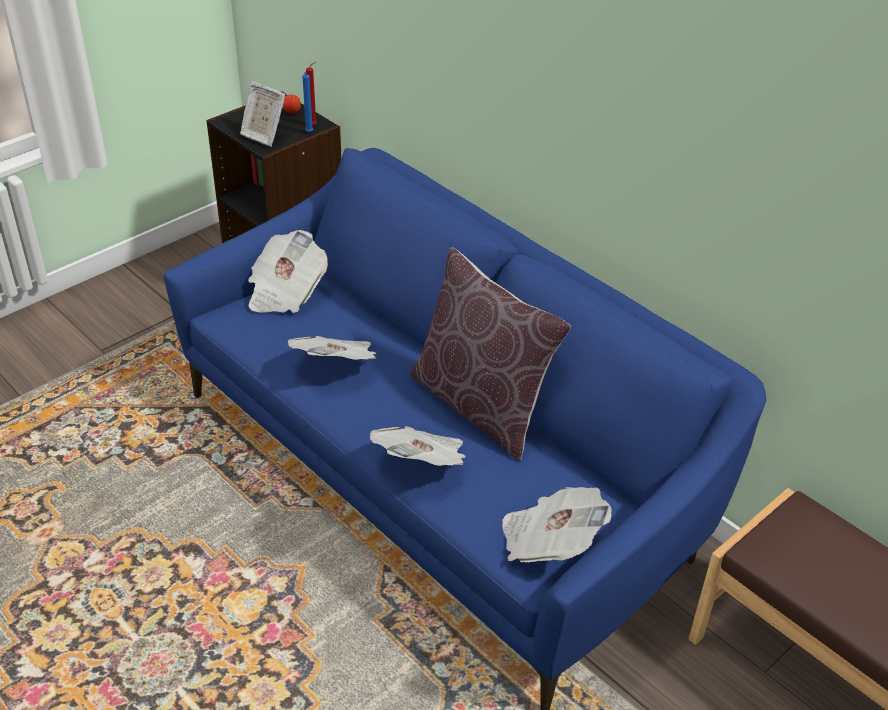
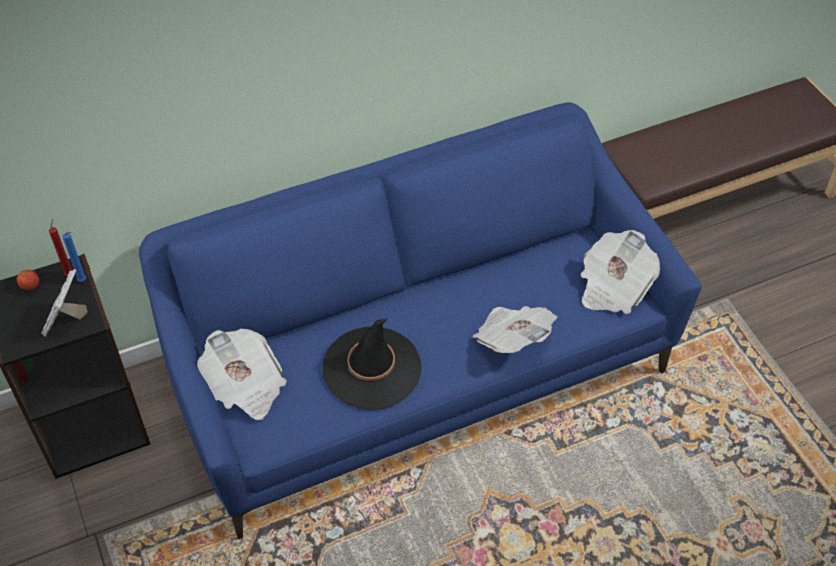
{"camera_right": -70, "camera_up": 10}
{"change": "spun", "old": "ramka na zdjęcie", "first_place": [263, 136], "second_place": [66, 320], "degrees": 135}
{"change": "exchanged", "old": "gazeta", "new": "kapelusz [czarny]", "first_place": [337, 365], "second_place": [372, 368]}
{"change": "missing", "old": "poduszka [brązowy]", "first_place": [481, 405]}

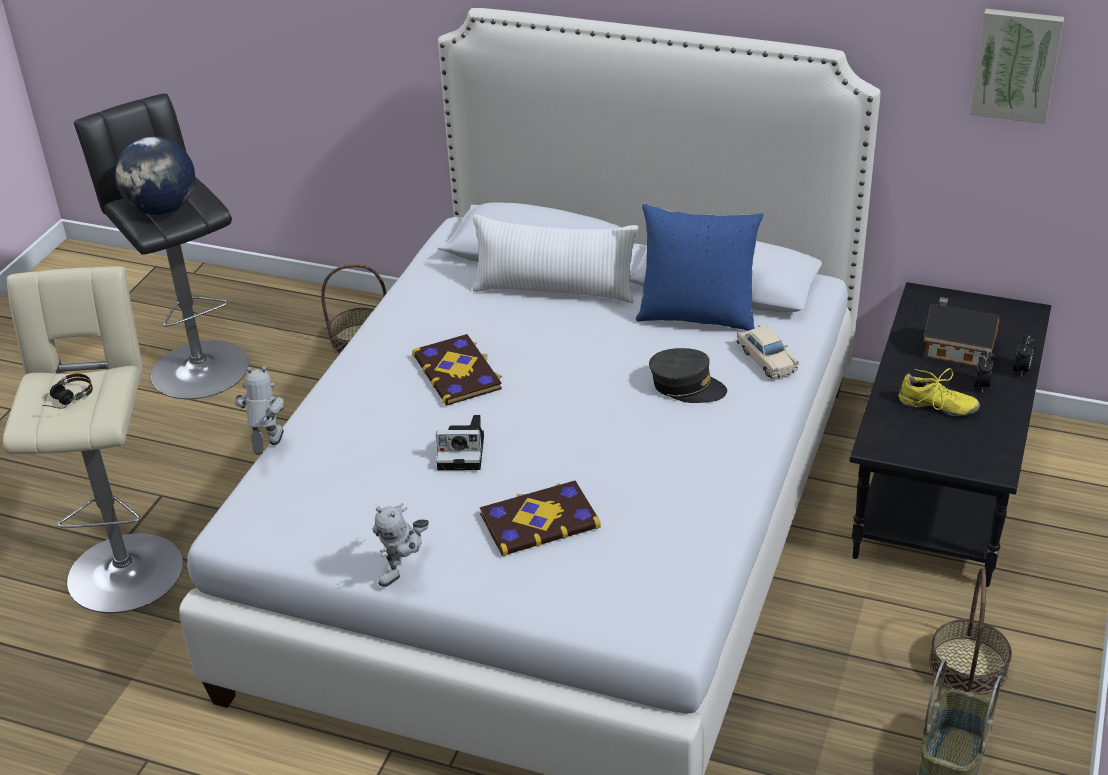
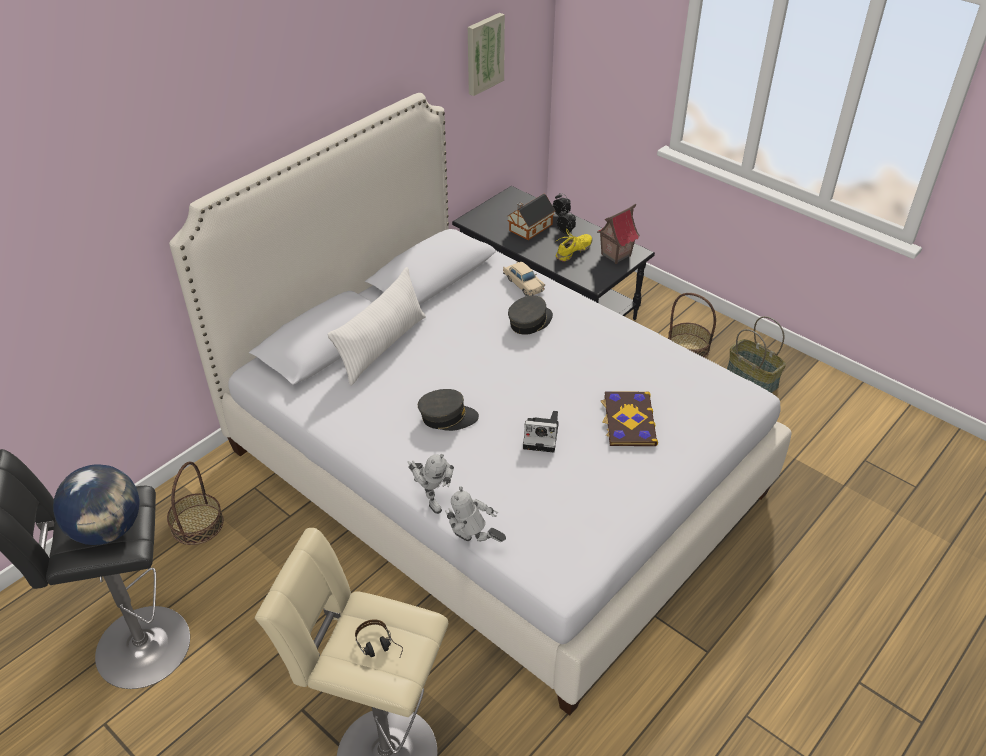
{"camera_right": -70, "camera_up": 5}
{"change": "relocated", "old": "robot zabawkowy", "first_place": [406, 571], "second_place": [431, 498]}
{"change": "exchanged", "old": "książka", "new": "czapka z daszkiem [szary]", "first_place": [458, 372], "second_place": [447, 417]}
{"change": "spun", "old": "aparat fotograficzny", "first_place": [463, 452], "second_place": [542, 436], "degrees": 75}
{"change": "missing", "old": "poduszka [niebieski]", "first_place": [697, 315]}
{"change": "spun", "old": "samochodzik [beżowy]", "first_place": [766, 359], "second_place": [523, 283], "degrees": 60}
{"change": "appeared", "new": "domek", "second_place": [615, 255]}

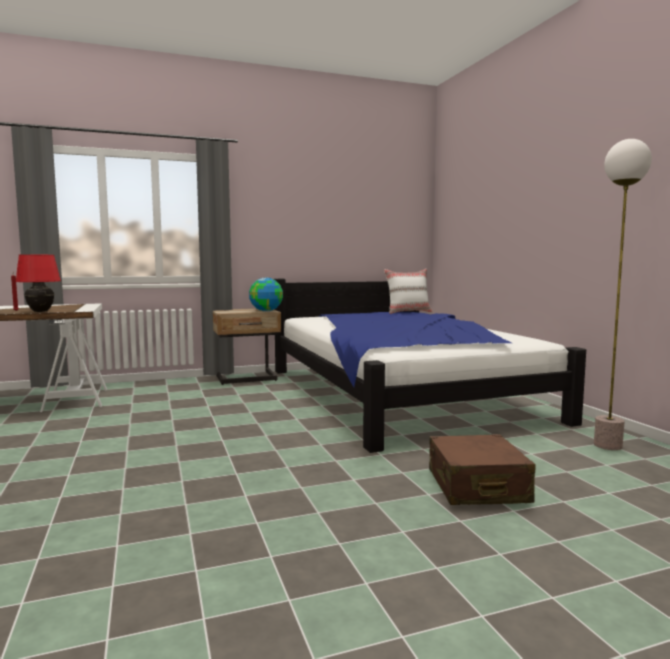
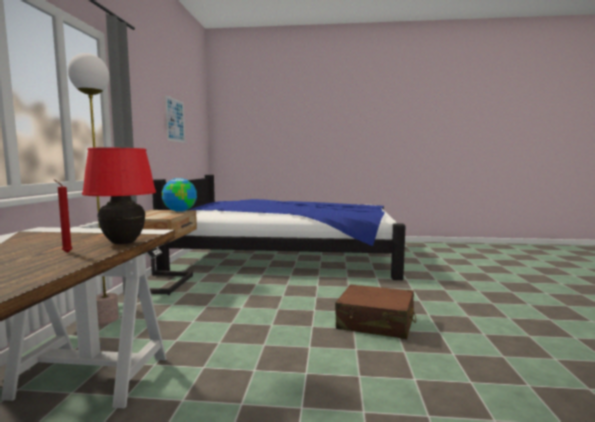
{"camera_right": -65, "camera_up": 0}
{"change": "missing", "old": "poduszka [biały]", "first_place": [408, 312]}
{"change": "relocated", "old": "walizka [brązowy]", "first_place": [477, 486], "second_place": [375, 323]}
{"change": "relocated", "old": "lampa stojąca", "first_place": [608, 445], "second_place": [106, 319]}
{"change": "appeared", "new": "obraz", "second_place": [175, 120]}

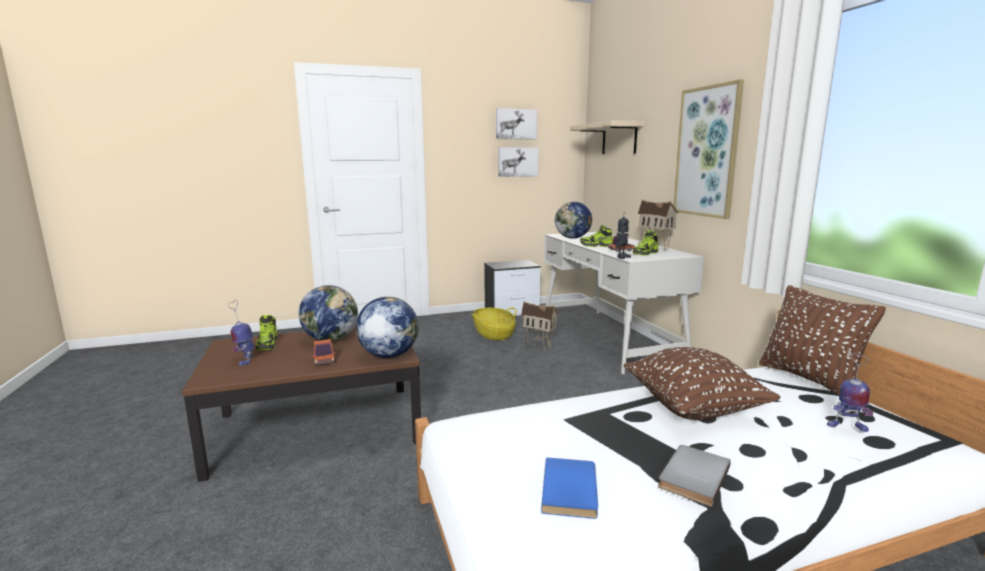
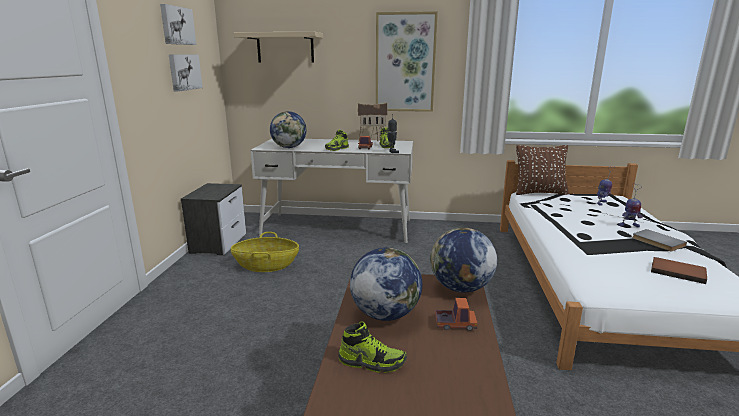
{"camera_right": -65, "camera_up": 5}
{"change": "relocated", "old": "robot zabawkowy", "first_place": [245, 360], "second_place": [628, 225]}
{"change": "missing", "old": "domek", "first_place": [539, 345]}
{"change": "colour", "old": "książka [niebieski]", "new": "książka [brązowy]", "first_place": [572, 490], "second_place": [677, 271]}
{"change": "missing", "old": "poduszka [brązowy]", "first_place": [693, 408]}

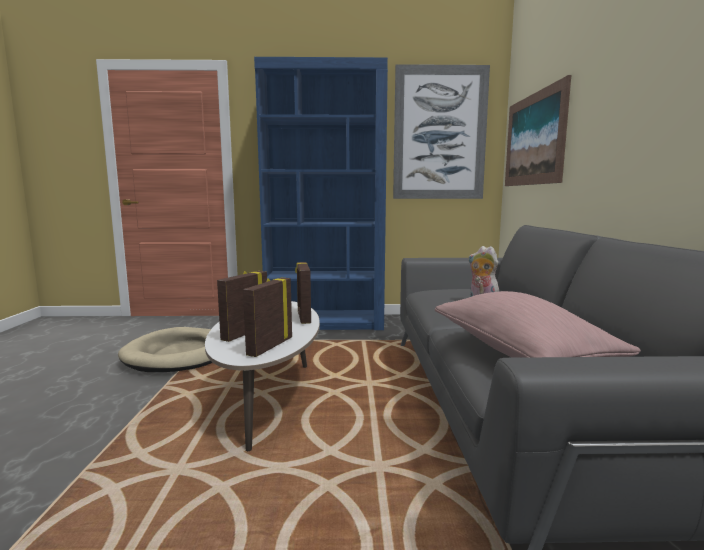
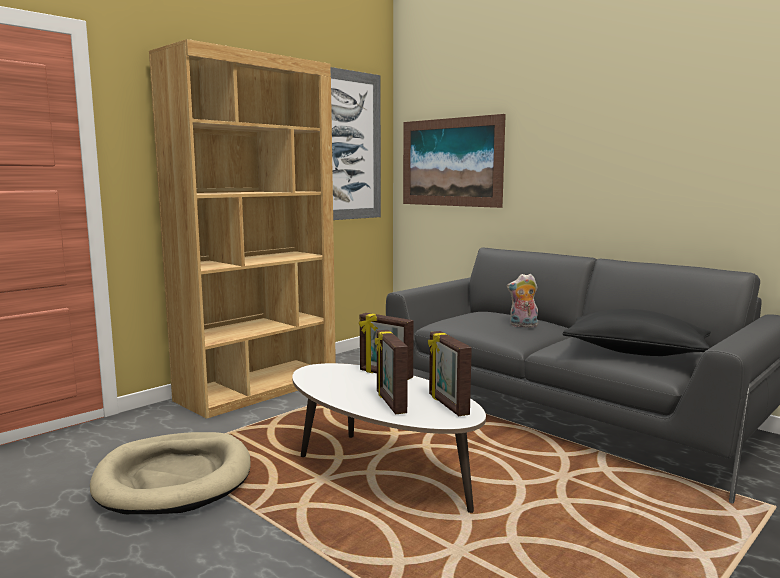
{"camera_right": -45, "camera_up": 0}
{"change": "colour", "old": "regał [niebieski]", "new": "regał [brązowy]", "first_place": [326, 322], "second_place": [258, 389]}
{"change": "colour", "old": "poduszka [różowy]", "new": "poduszka [czarny]", "first_place": [519, 353], "second_place": [635, 352]}

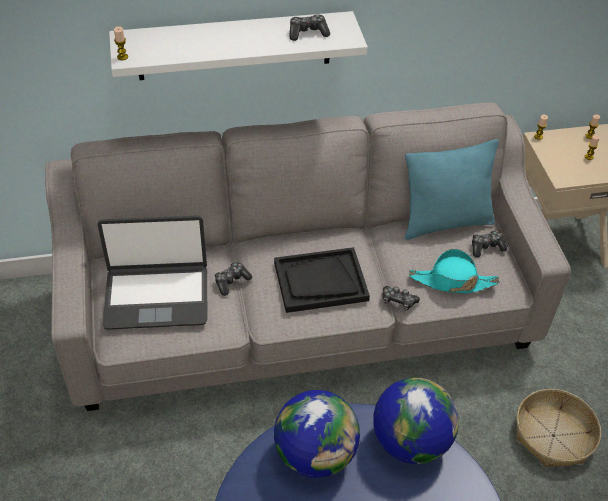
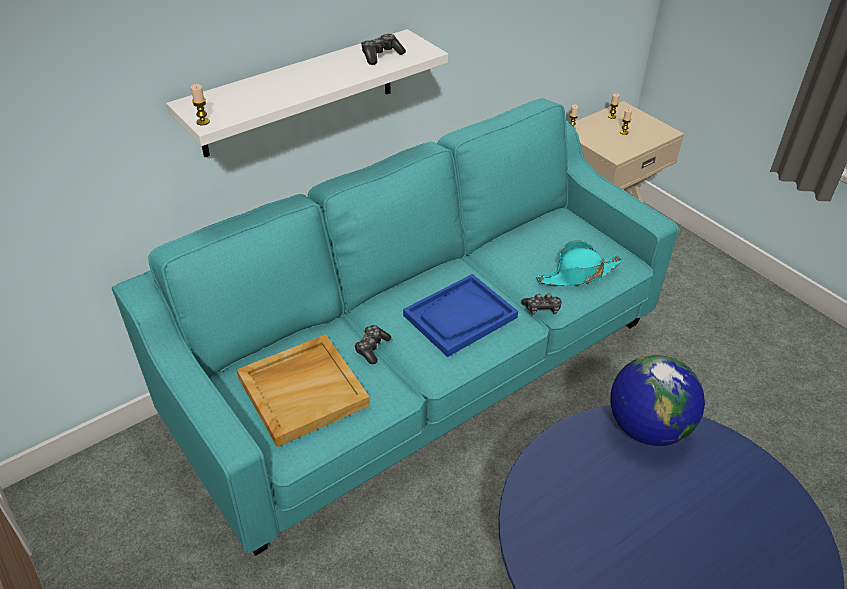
{"camera_right": -25, "camera_up": -5}
{"change": "colour", "old": "kanapa [szary]", "new": "kanapa [turkusowy]", "first_place": [302, 317], "second_place": [423, 373]}
{"change": "exchanged", "old": "laptop", "new": "taca [beżowy]", "first_place": [157, 296], "second_place": [303, 391]}
{"change": "colour", "old": "taca [czarny]", "new": "taca [niebieski]", "first_place": [320, 282], "second_place": [460, 317]}
{"change": "missing", "old": "globus", "first_place": [315, 454]}
{"change": "missing", "old": "poduszka [turkusowy]", "first_place": [445, 222]}
{"change": "missing", "old": "pad do gier", "first_place": [486, 247]}
{"change": "missing", "old": "koszyk", "first_place": [553, 435]}

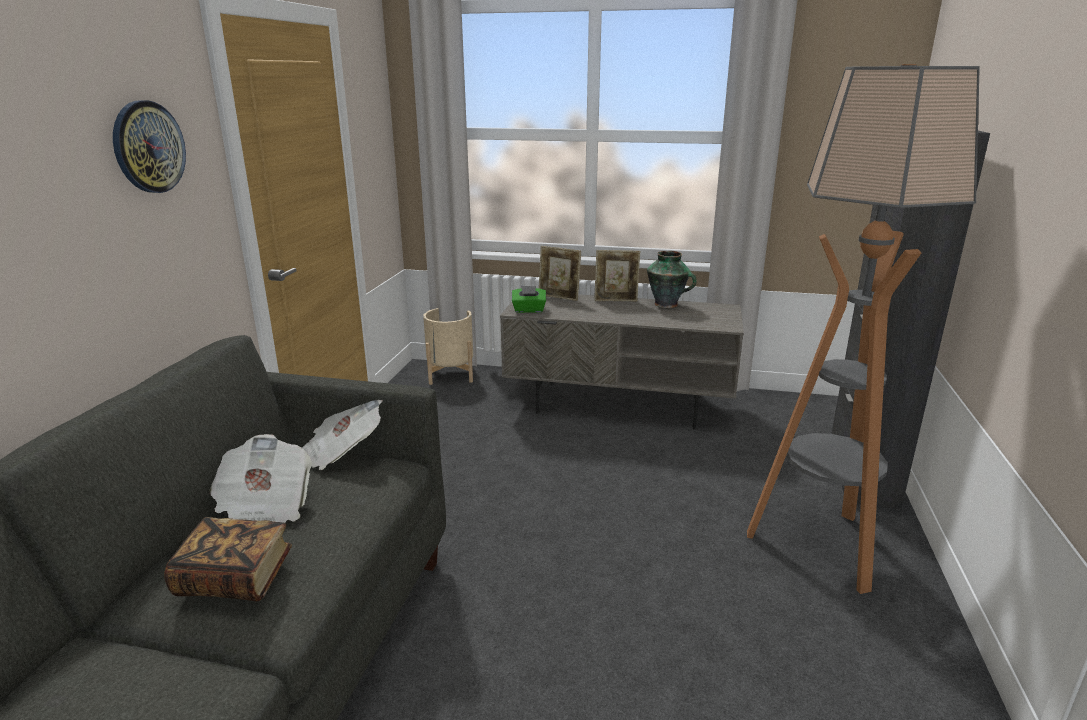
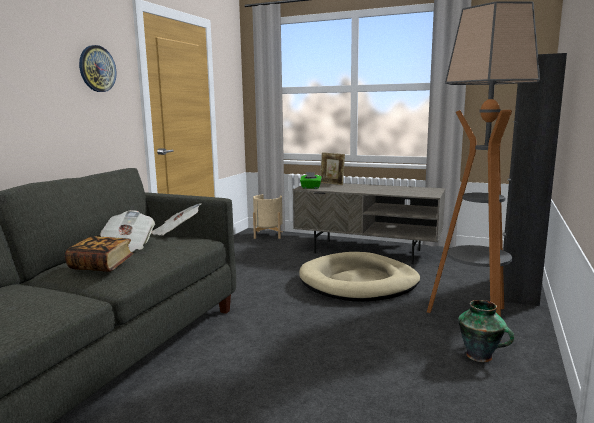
{"camera_right": 10, "camera_up": -10}
{"change": "missing", "old": "ramka na zdjęcie", "first_place": [616, 300]}
{"change": "relocated", "old": "wazon", "first_place": [667, 305], "second_place": [480, 356]}
{"change": "appeared", "new": "legowisko [beżowy]", "second_place": [359, 282]}

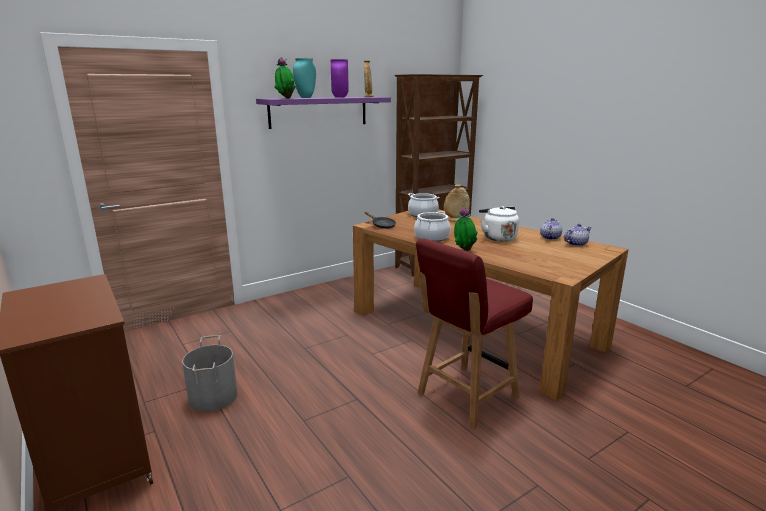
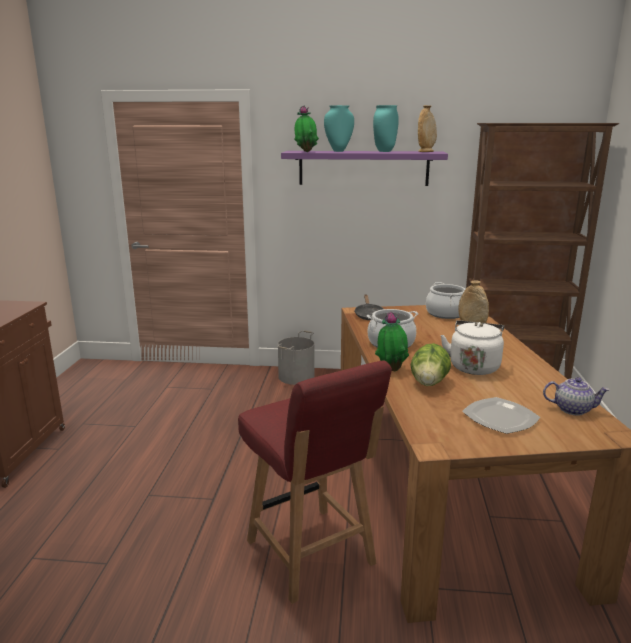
{"camera_right": 40, "camera_up": 0}
{"change": "relocated", "old": "wiadro [szary]", "first_place": [214, 397], "second_place": [297, 376]}
{"change": "colour", "old": "wazon [fioletowy]", "new": "wazon [turkusowy]", "first_place": [339, 97], "second_place": [384, 151]}
{"change": "spun", "old": "krzesło [czerwony]", "first_place": [466, 396], "second_place": [311, 554], "degrees": -120}
{"change": "missing", "old": "imbryk", "first_place": [549, 237]}
{"change": "appeared", "new": "sałata", "second_place": [429, 383]}
{"change": "appeared", "new": "talerz", "second_place": [501, 418]}

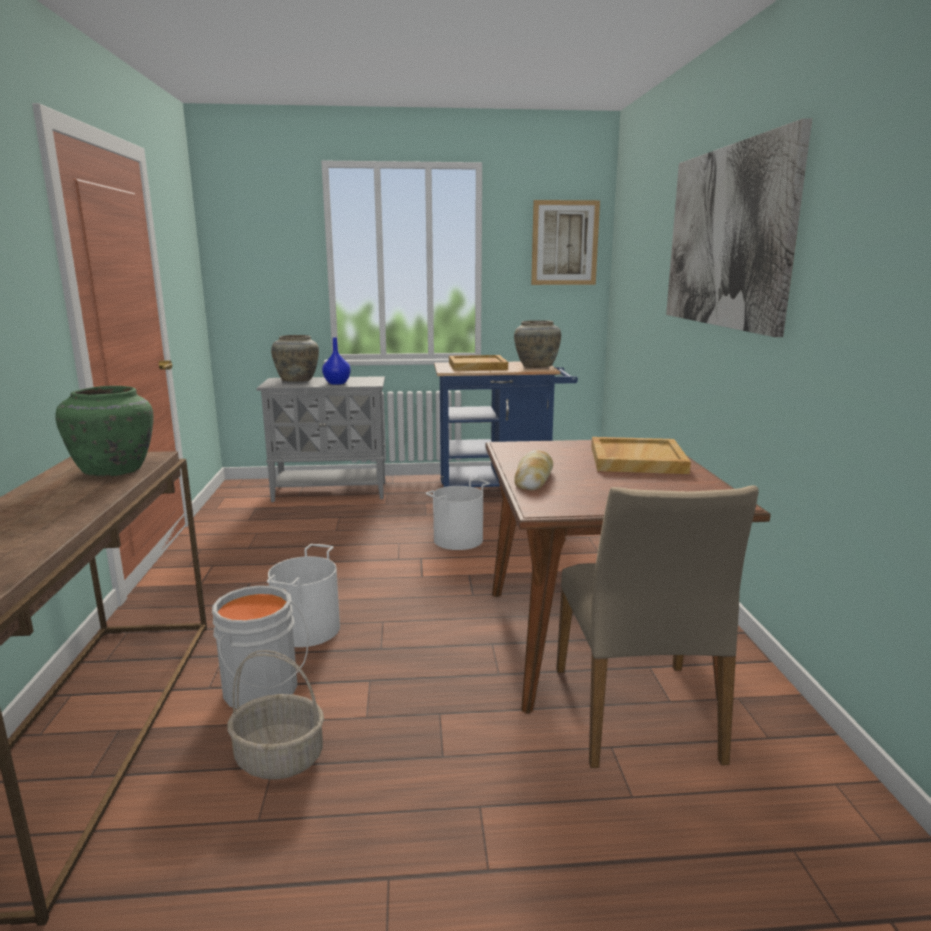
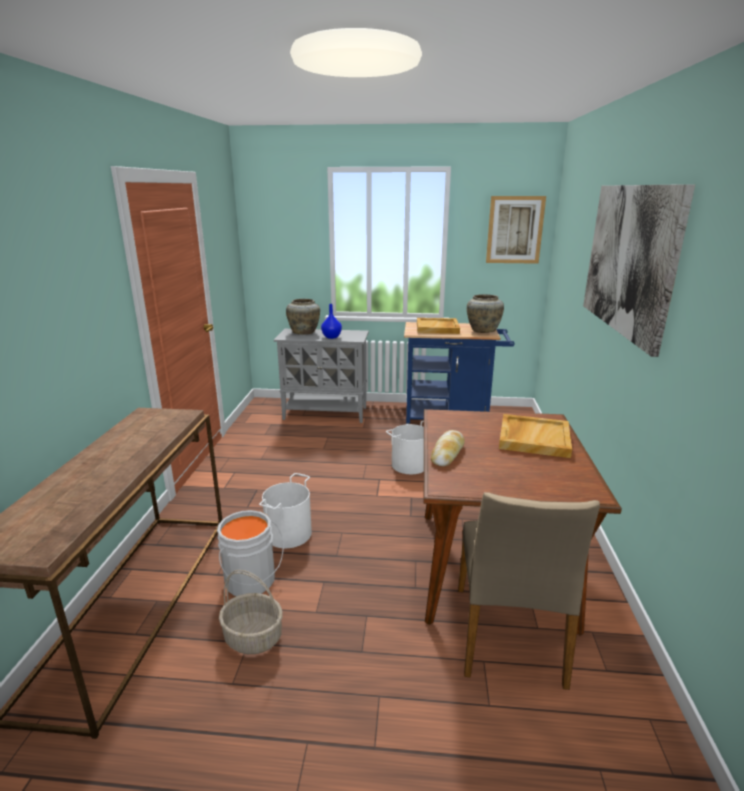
{"camera_right": 10, "camera_up": 5}
{"change": "missing", "old": "wazon [zielony]", "first_place": [115, 470]}

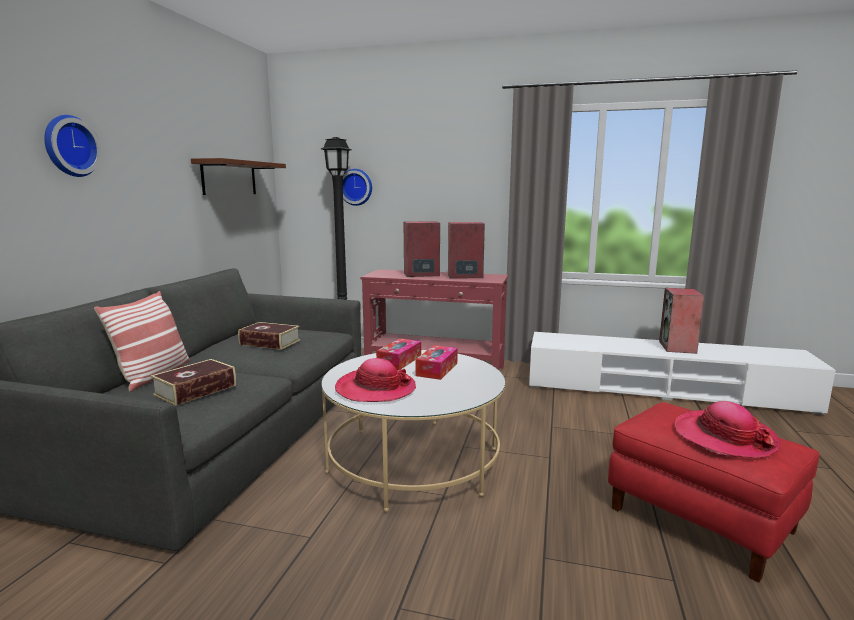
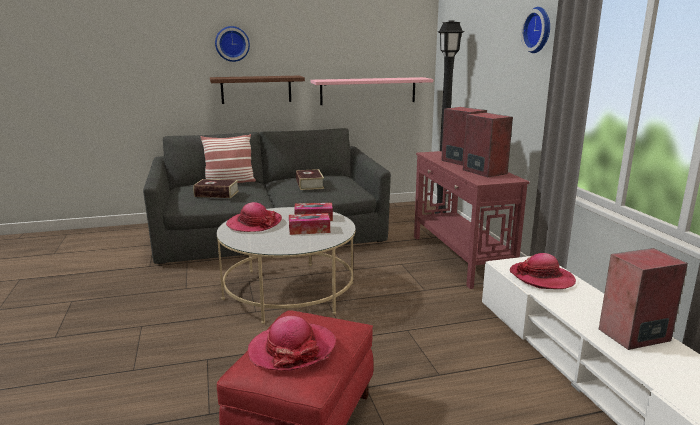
{"camera_right": 60, "camera_up": 5}
{"change": "relocated", "old": "półka [brązowy]", "first_place": [229, 178], "second_place": [256, 89]}
{"change": "relocated", "old": "zegar ścienny", "first_place": [356, 187], "second_place": [539, 30]}
{"change": "appeared", "new": "półka [różowy]", "second_place": [368, 91]}
{"change": "appeared", "new": "kapelusz", "second_place": [542, 278]}

